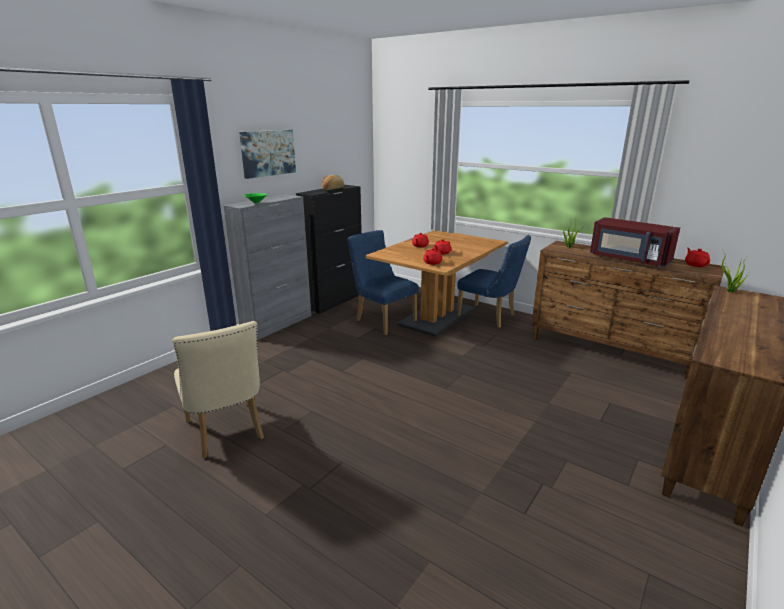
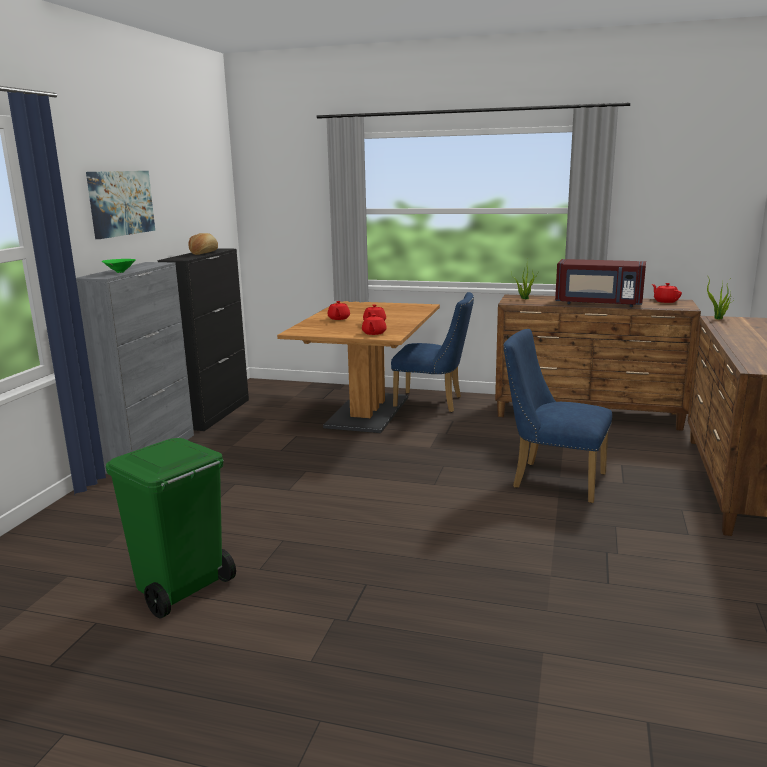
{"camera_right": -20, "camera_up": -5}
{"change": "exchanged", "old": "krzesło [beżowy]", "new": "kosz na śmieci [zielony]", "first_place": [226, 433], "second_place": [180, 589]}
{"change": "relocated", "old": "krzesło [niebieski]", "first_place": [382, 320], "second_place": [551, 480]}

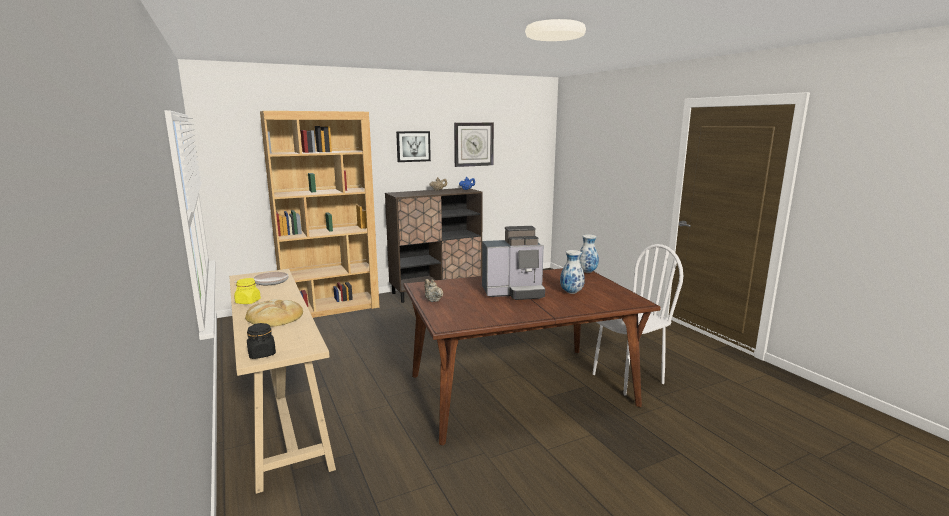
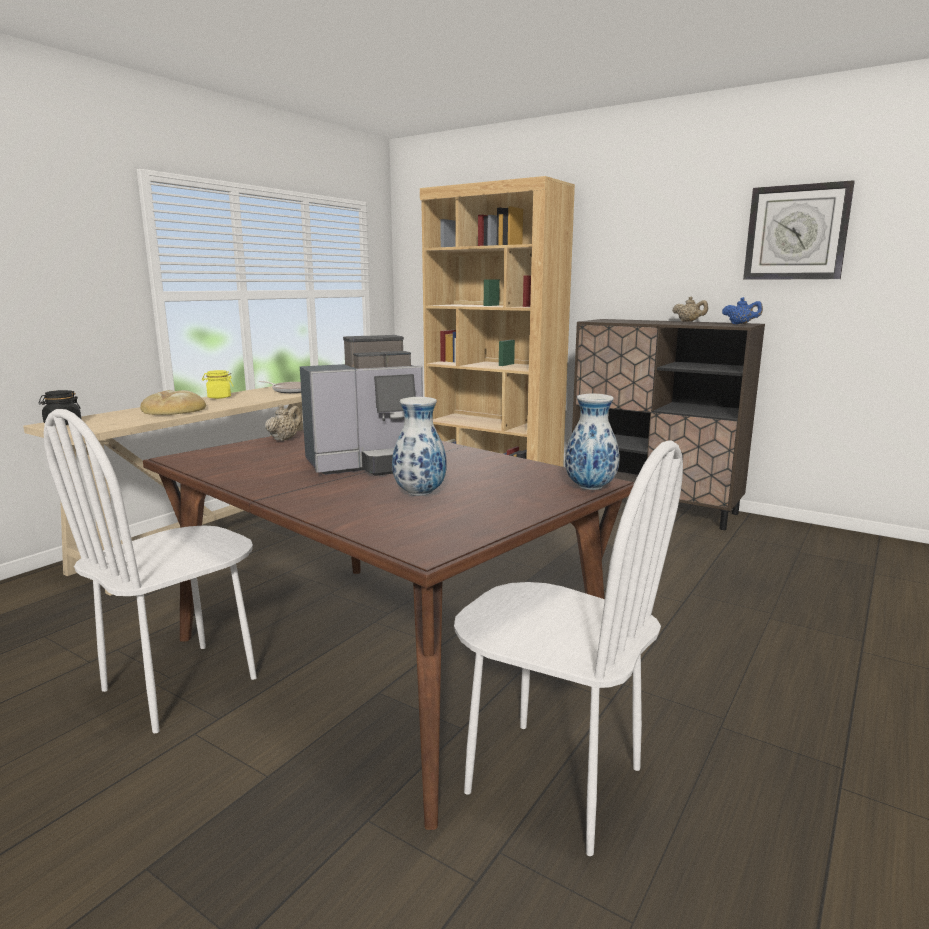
{"camera_right": 60, "camera_up": 0}
{"change": "missing", "old": "obraz", "first_place": [413, 146]}
{"change": "spun", "old": "ekspres do kawy", "first_place": [514, 292], "second_place": [370, 464], "degrees": -75}
{"change": "appeared", "new": "krzesło [biały]", "second_place": [180, 684]}

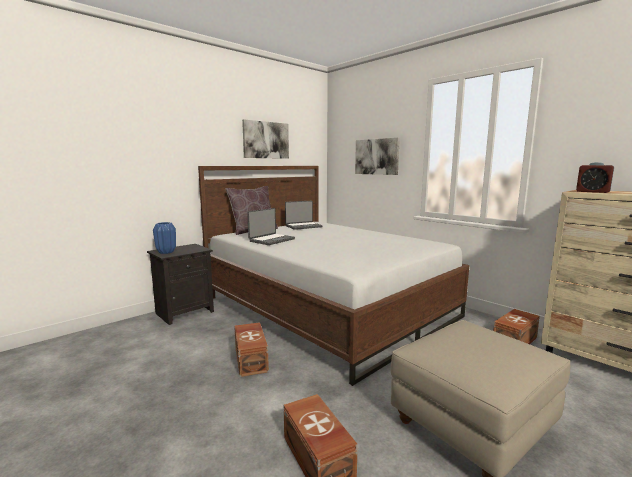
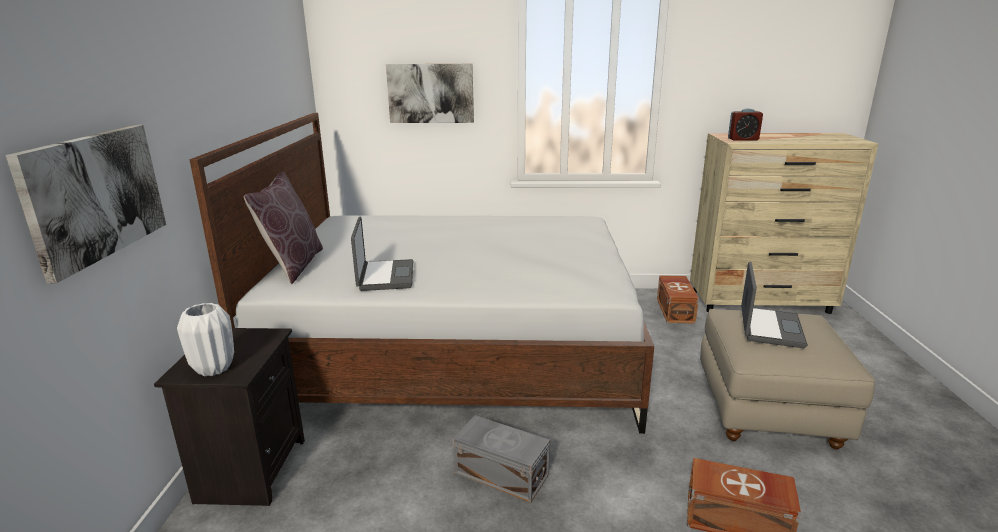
{"camera_right": -45, "camera_up": 10}
{"change": "colour", "old": "wazon [niebieski]", "new": "wazon [biały]", "first_place": [166, 252], "second_place": [214, 369]}
{"change": "colour", "old": "pojemnik do przechowywania [brązowy]", "new": "pojemnik do przechowywania [szary]", "first_place": [251, 359], "second_place": [501, 472]}
{"change": "relocated", "old": "obraz", "first_place": [266, 140], "second_place": [95, 196]}
{"change": "relocated", "old": "laptop", "first_place": [303, 226], "second_place": [769, 328]}

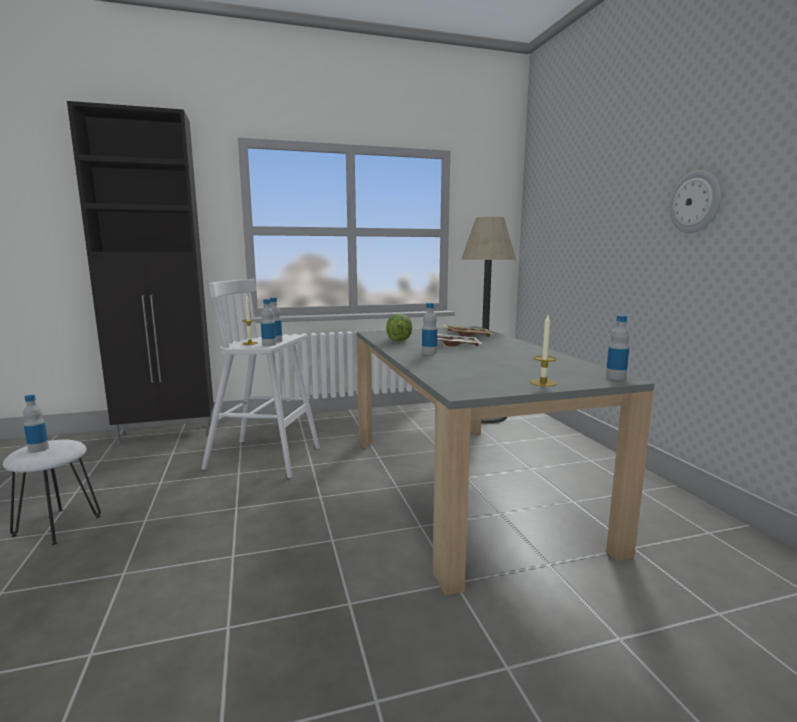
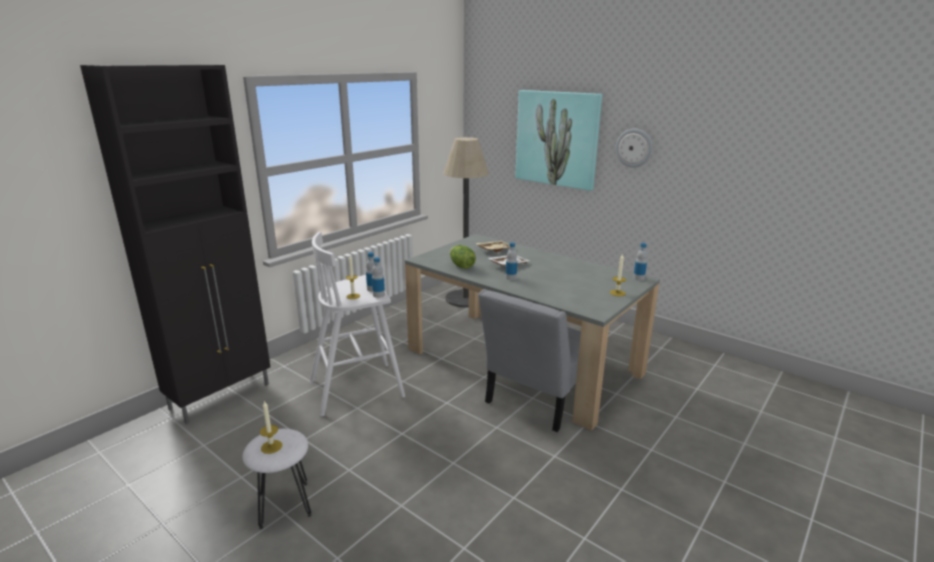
{"camera_right": -35, "camera_up": 10}
{"change": "exchanged", "old": "butelka", "new": "świeca", "first_place": [38, 449], "second_place": [271, 446]}
{"change": "appeared", "new": "krzesło [szary]", "second_place": [536, 400]}
{"change": "appeared", "new": "obraz", "second_place": [557, 139]}

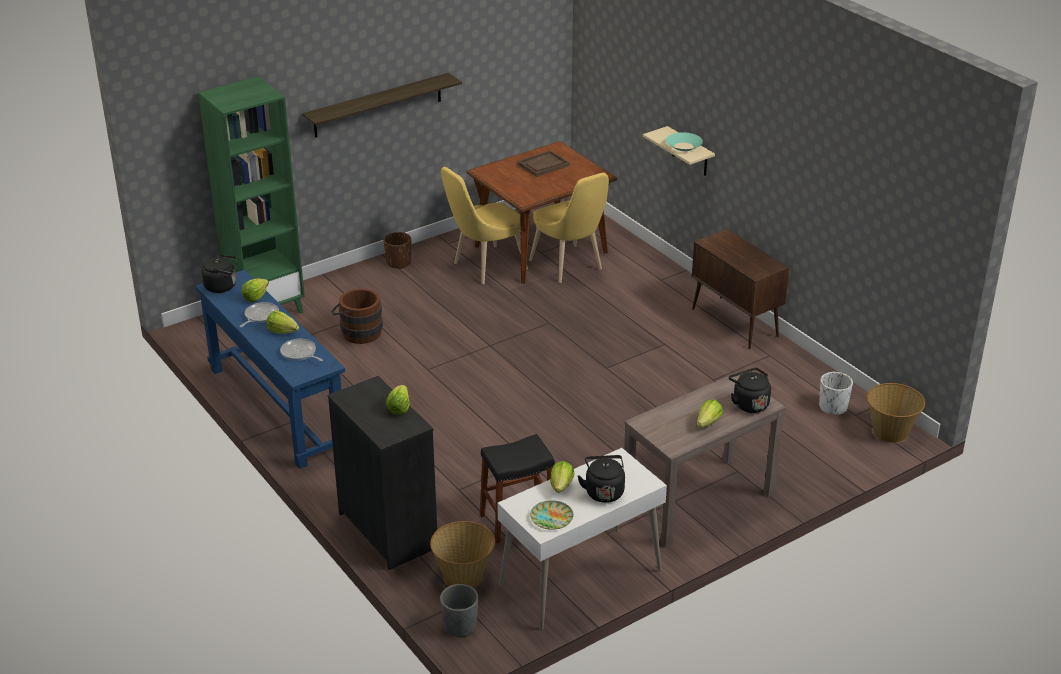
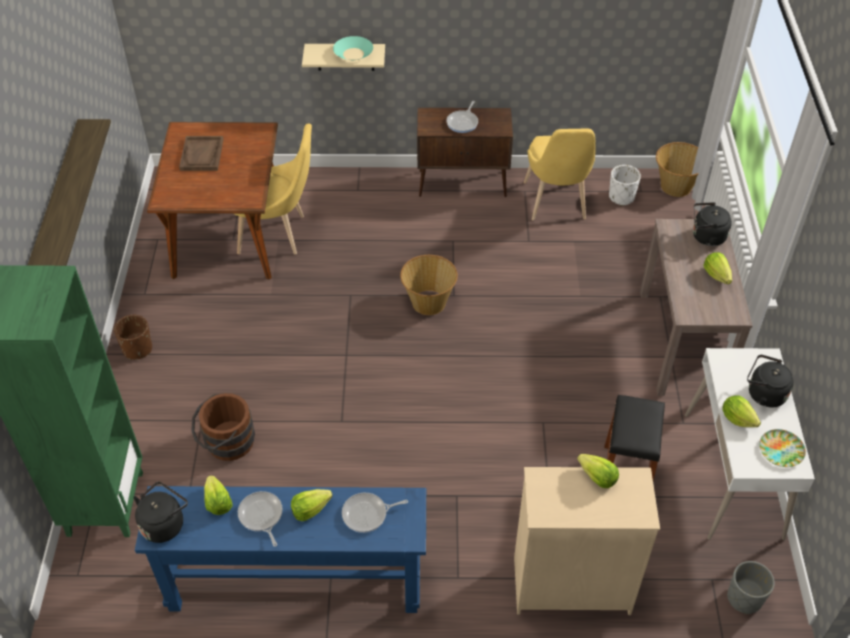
{"camera_right": -55, "camera_up": 15}
{"change": "colour", "old": "komoda [czarny]", "new": "komoda [beżowy]", "first_place": [388, 530], "second_place": [571, 584]}
{"change": "relocated", "old": "koszyk", "first_place": [463, 576], "second_place": [428, 302]}
{"change": "relocated", "old": "krzesło [żółty]", "first_place": [485, 267], "second_place": [556, 204]}
{"change": "appeared", "new": "patelnia", "second_place": [463, 122]}

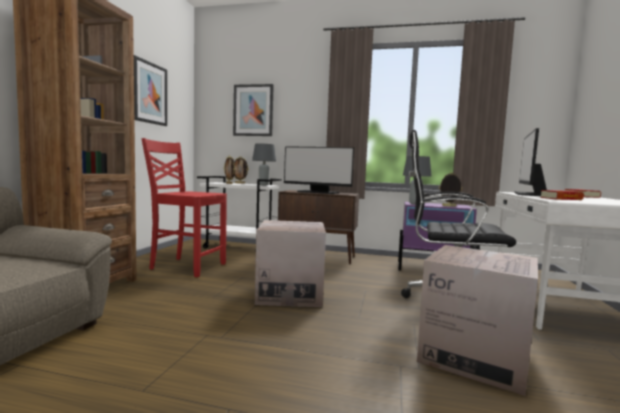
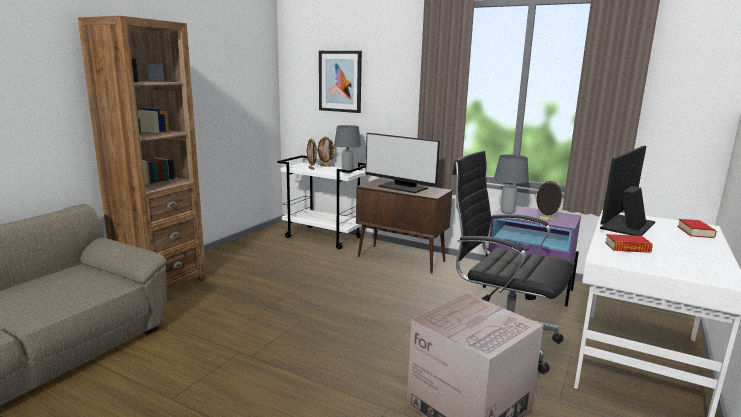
{"camera_right": 15, "camera_up": 10}
{"change": "missing", "old": "obraz", "first_place": [149, 93]}
{"change": "missing", "old": "krzesło [czerwony]", "first_place": [187, 266]}
{"change": "missing", "old": "karton", "first_place": [290, 294]}

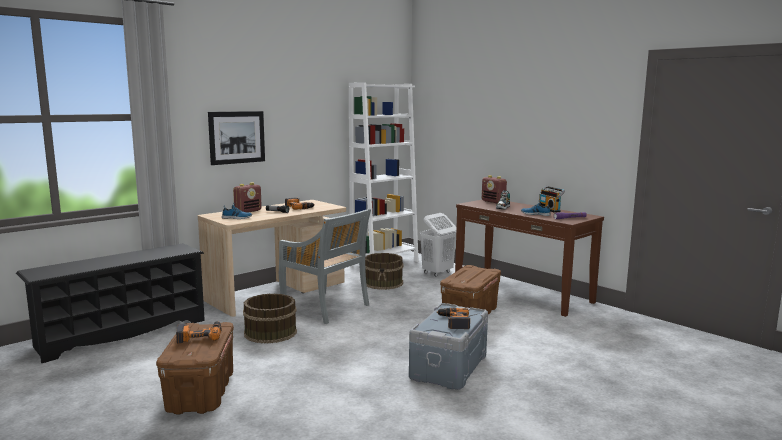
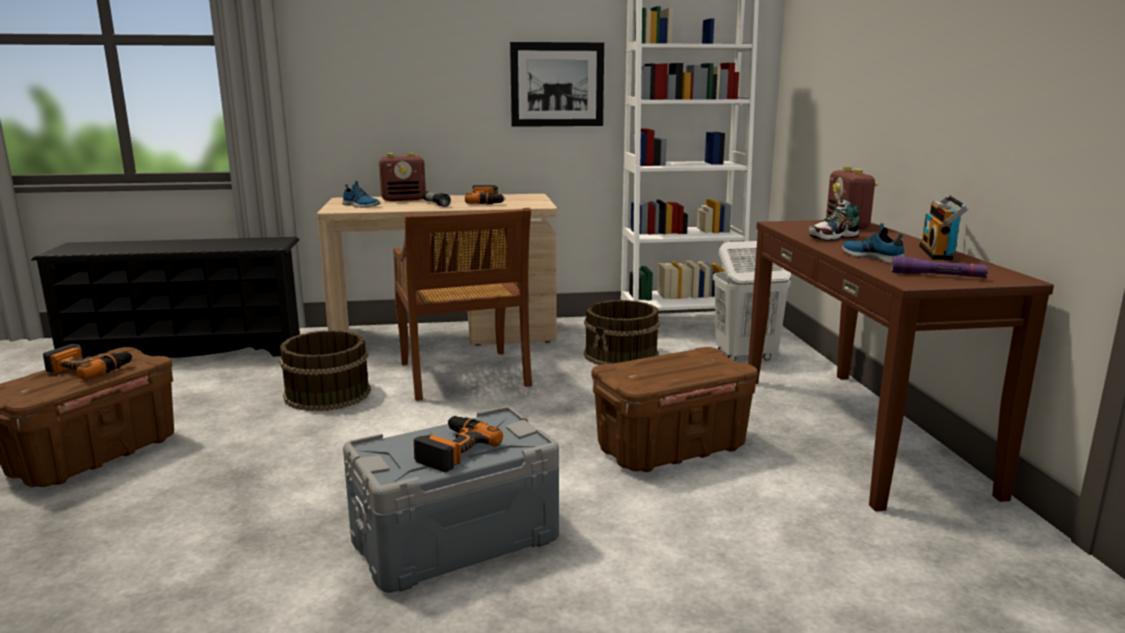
{"camera_right": 35, "camera_up": 5}
{"change": "relocated", "old": "obraz", "first_place": [237, 137], "second_place": [557, 84]}
{"change": "colour", "old": "krzesło [szary]", "new": "krzesło [brązowy]", "first_place": [326, 308], "second_place": [464, 376]}

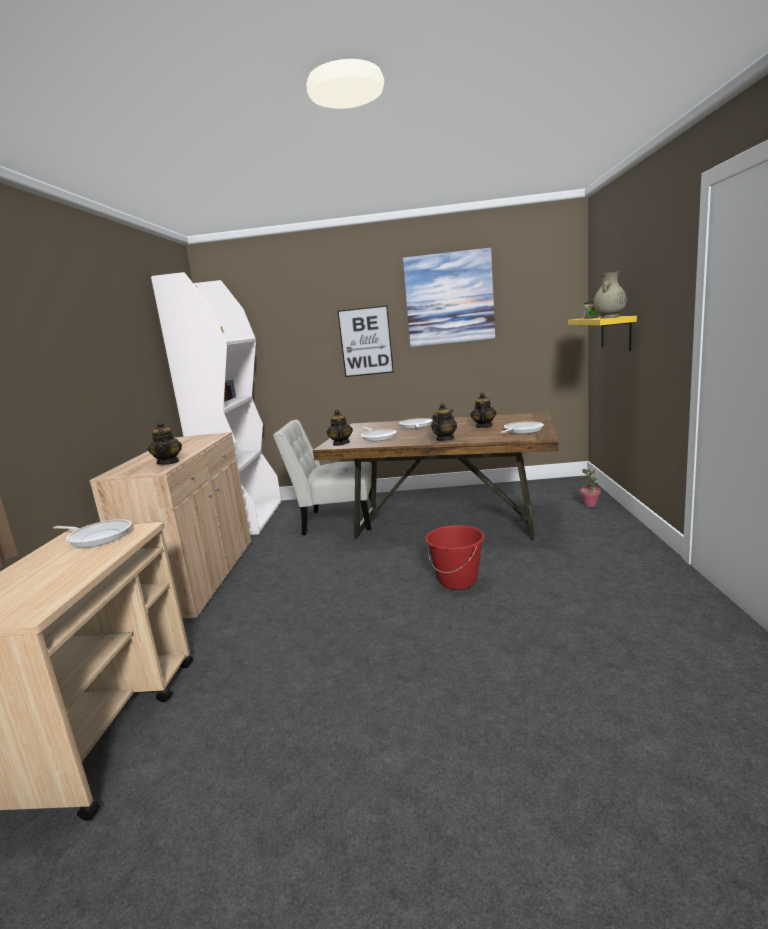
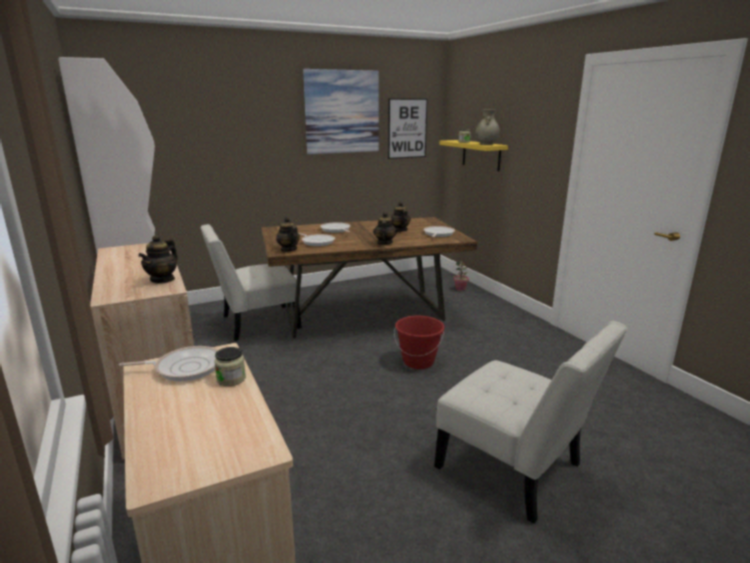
{"camera_right": -30, "camera_up": 5}
{"change": "spun", "old": "imbryk", "first_place": [168, 462], "second_place": [162, 279], "degrees": 60}
{"change": "relocated", "old": "obraz", "first_place": [366, 341], "second_place": [407, 128]}
{"change": "appeared", "new": "słoik", "second_place": [231, 379]}
{"change": "appeared", "new": "krzesło [biały]", "second_place": [515, 470]}

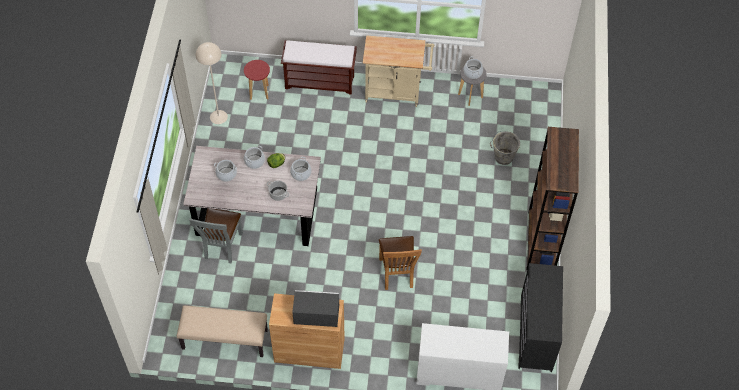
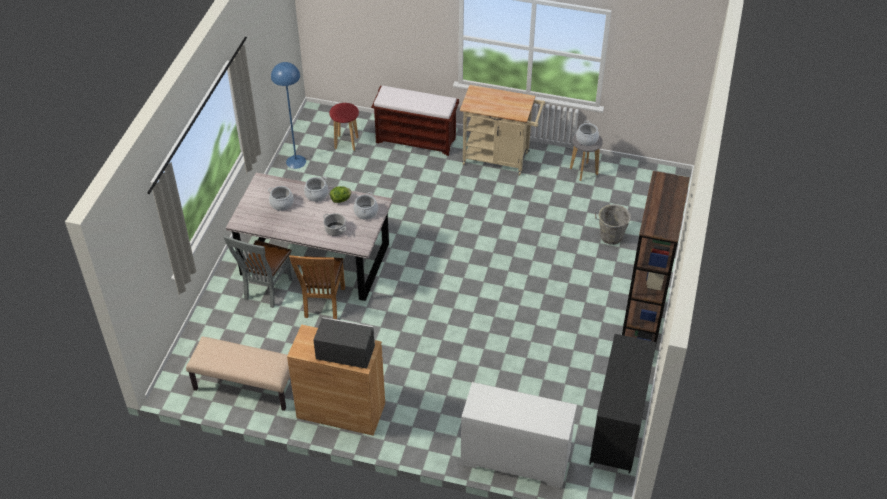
{"camera_right": 10, "camera_up": -10}
{"change": "colour", "old": "lampa stojąca [beżowy]", "new": "lampa stojąca [niebieski]", "first_place": [218, 116], "second_place": [296, 161]}
{"change": "relocated", "old": "krzesło [brązowy]", "first_place": [397, 275], "second_place": [323, 304]}

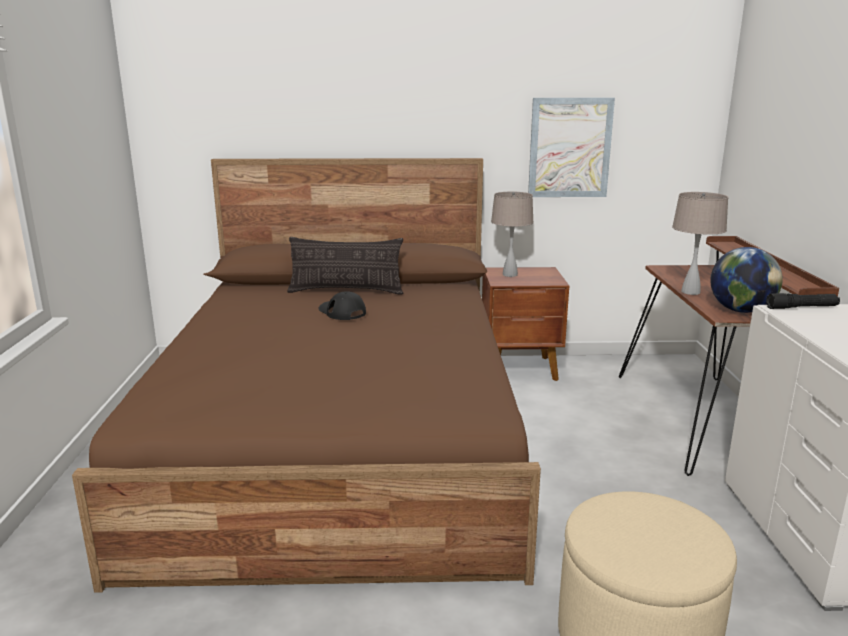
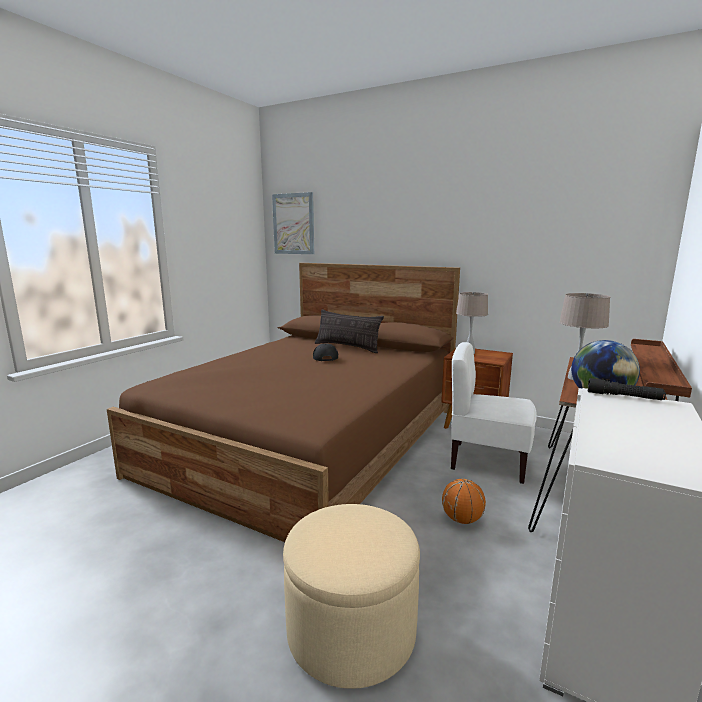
{"camera_right": 30, "camera_up": -5}
{"change": "relocated", "old": "obraz", "first_place": [570, 148], "second_place": [293, 224]}
{"change": "appeared", "new": "piłka do koszykówki", "second_place": [462, 519]}
{"change": "appeared", "new": "krzesło [biały]", "second_place": [487, 461]}

